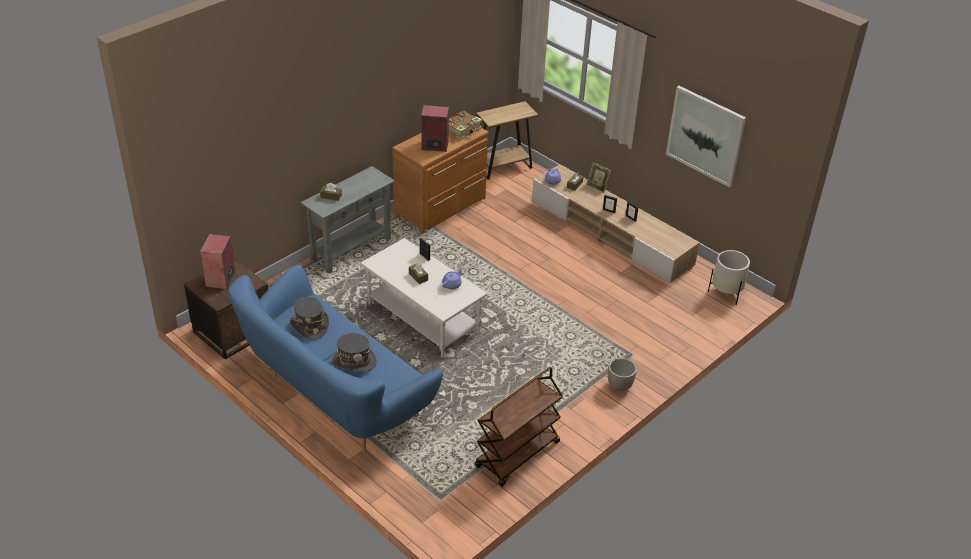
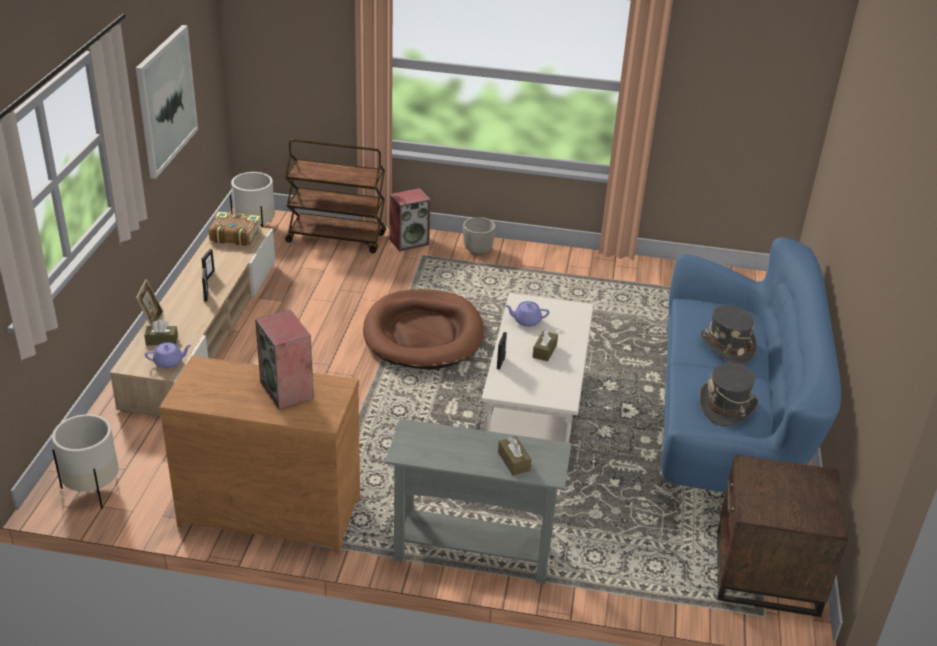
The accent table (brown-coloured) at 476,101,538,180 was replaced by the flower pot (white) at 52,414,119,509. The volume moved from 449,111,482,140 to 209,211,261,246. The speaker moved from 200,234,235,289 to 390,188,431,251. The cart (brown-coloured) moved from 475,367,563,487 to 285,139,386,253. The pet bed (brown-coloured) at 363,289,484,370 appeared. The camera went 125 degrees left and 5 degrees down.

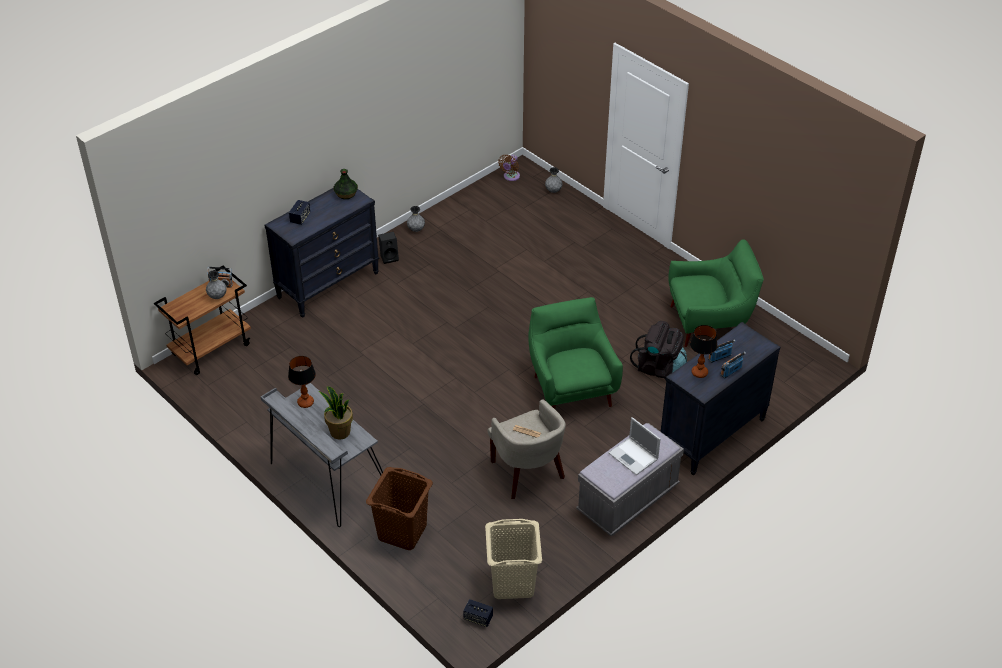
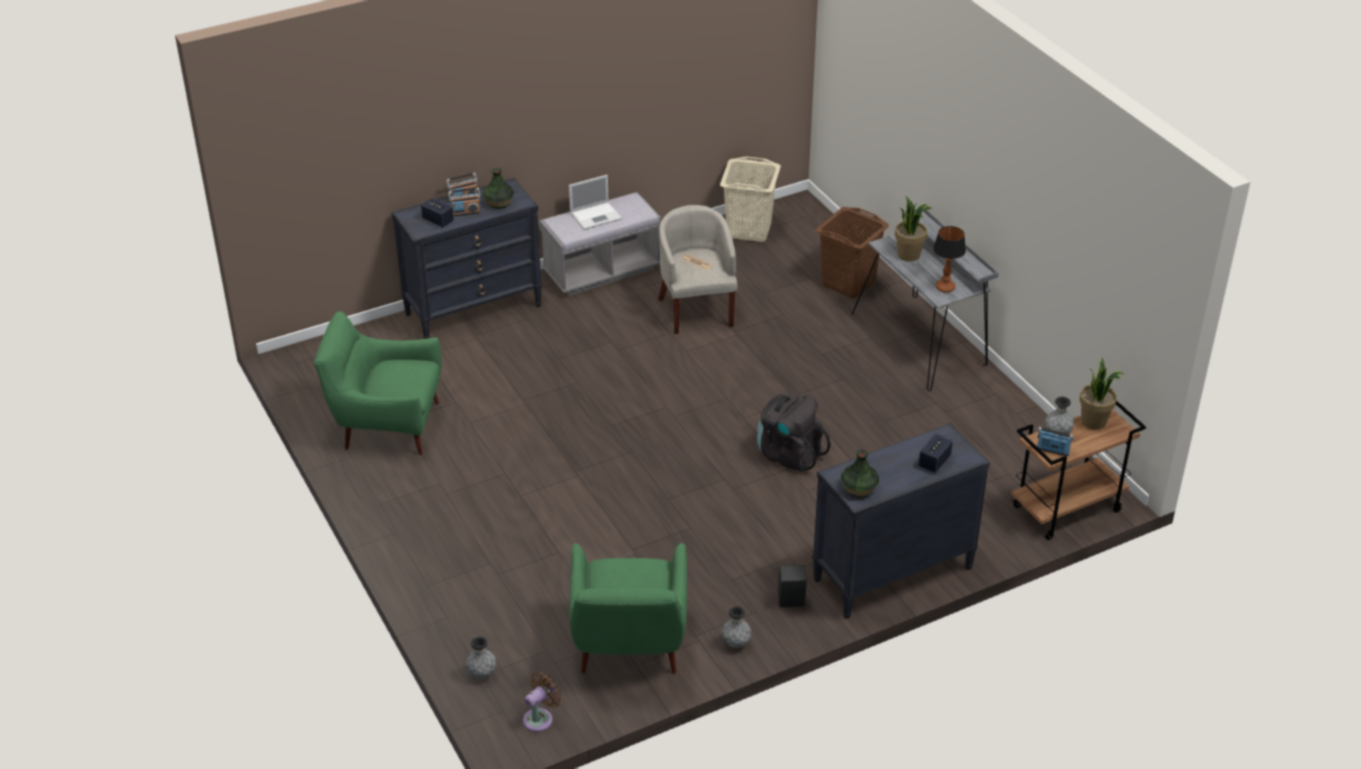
The easy chair (green) moved from 528,297,623,409 to 569,543,687,674. The rucksack (black) moved from 630,321,687,379 to 757,393,830,472. The table lamp at 690,325,718,378 was replaced by the flower vase at 482,168,514,209. The notebook computer at 608,417,661,475 turned 90 degrees clockwise. The speaker moved from 463,599,493,627 to 421,198,454,228. The potted plant at 1080,357,1123,430 appeared. The camera went 165 degrees left and 5 degrees down.

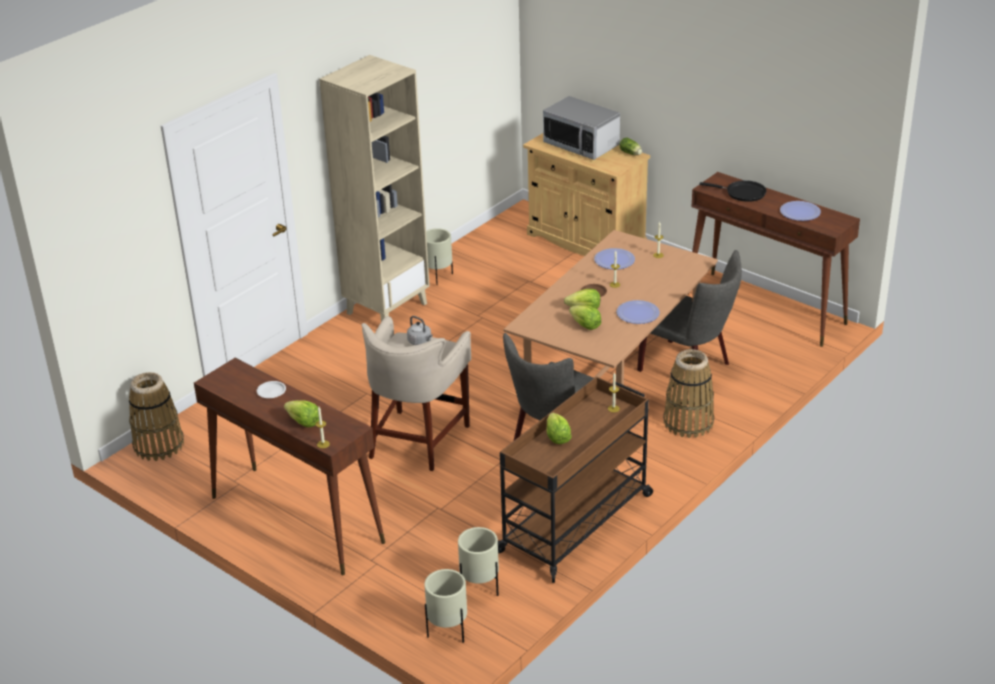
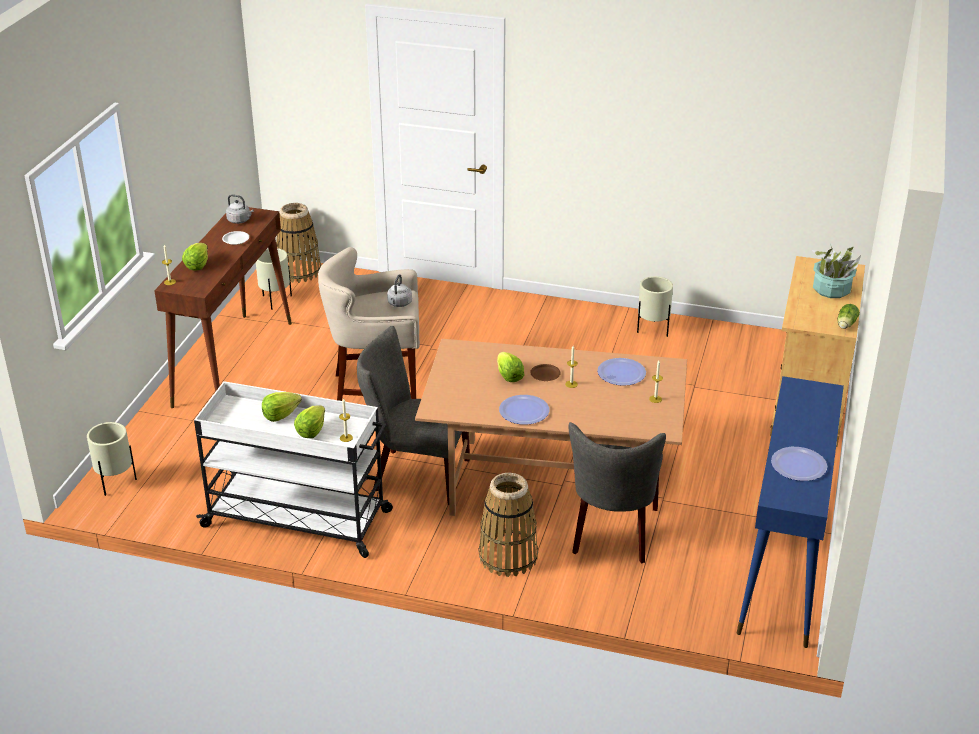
The bookshelf (sand-coloured) at 319,55,430,322 disappeared. The microwave oven at 543,96,620,160 was replaced by the potted plant at 812,244,861,298. The hall table (brown-coloured) at 688,172,860,347 became the hall table (blue-coloured) at 737,376,844,648. The pan (black) at 699,180,766,202 disappeared. The lettuce head moved from 569,305,601,330 to 294,405,325,438. The cart (brown-coloured) at 498,377,653,583 became the cart (white) at 194,381,393,558. The flower pot (sand-coloured) moved from 458,527,499,596 to 256,248,292,310. The tea kettle (gray) at 226,194,254,224 appeared. The camera went 65 degrees right and 0 degrees up.

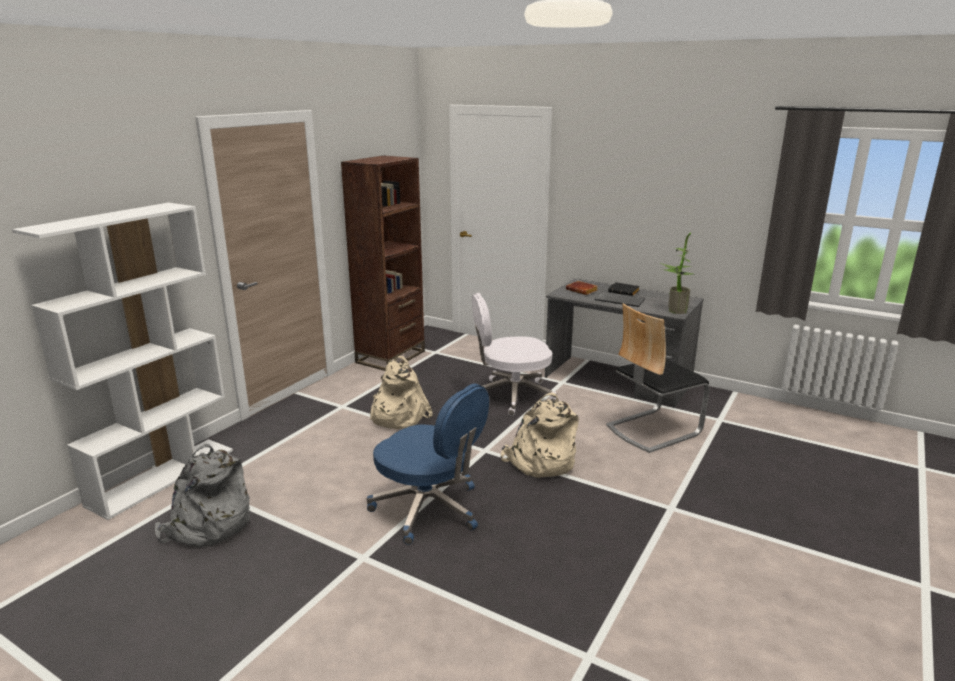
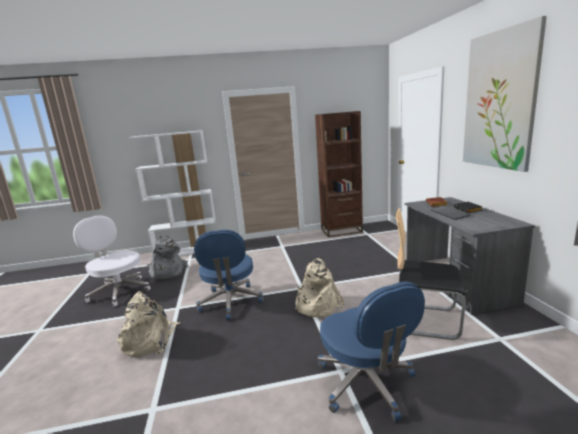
The potted plant at 661,232,694,314 disappeared. The office chair (white) moved from 472,293,557,416 to 73,216,150,306. The rucksack (sand-coloured) moved from 370,356,433,429 to 117,291,181,358. The picture at 463,16,547,172 appeared. The office chair (blue-coloured) at 317,281,425,422 appeared. The camera went 50 degrees right and 5 degrees down.

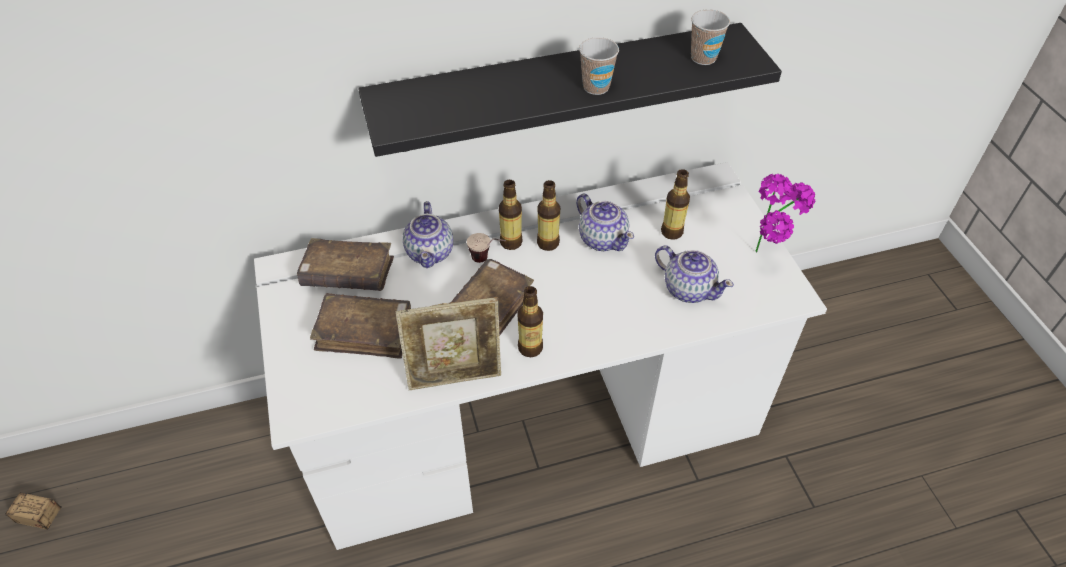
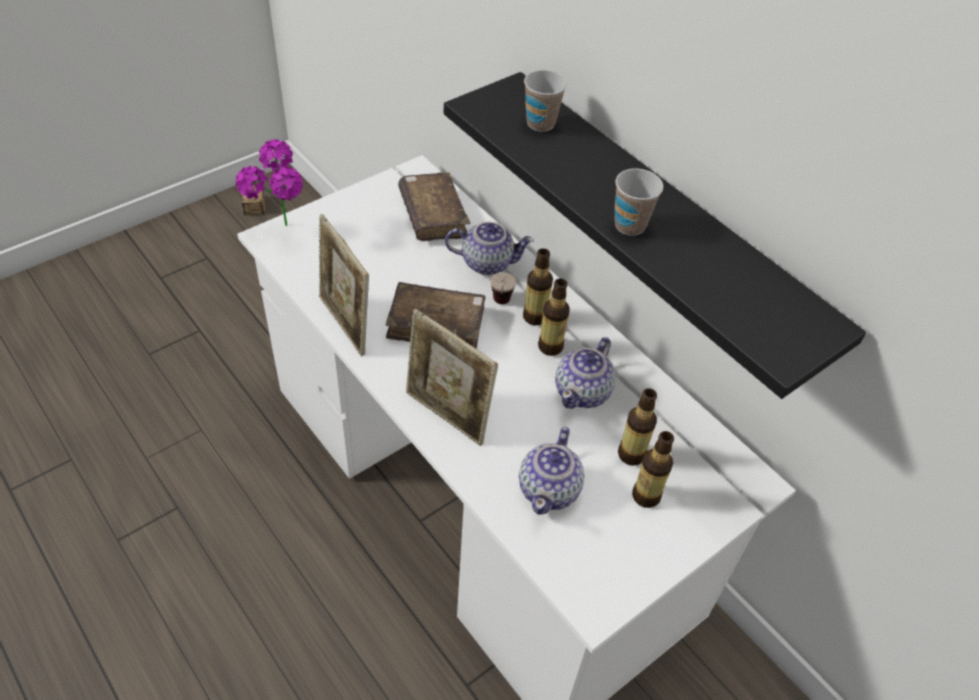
The small cup moved from 691,9,730,65 to 524,70,567,132. The potted plant moved from 756,174,815,252 to 235,139,303,226. The tea pot at 403,201,453,268 turned 150 degrees counterclockwise. The bottle moved from 517,286,543,357 to 632,431,674,508. The volume (brown-coloured) at 310,293,411,359 disappeared. The photo frame at 406,309,498,446 appeared. The camera went 65 degrees right and 0 degrees up.

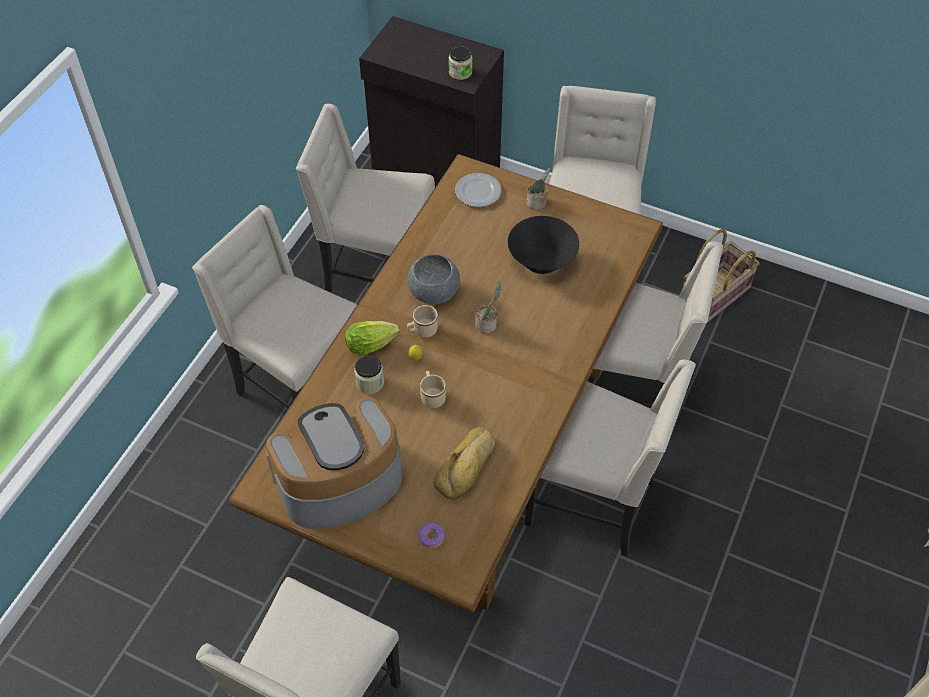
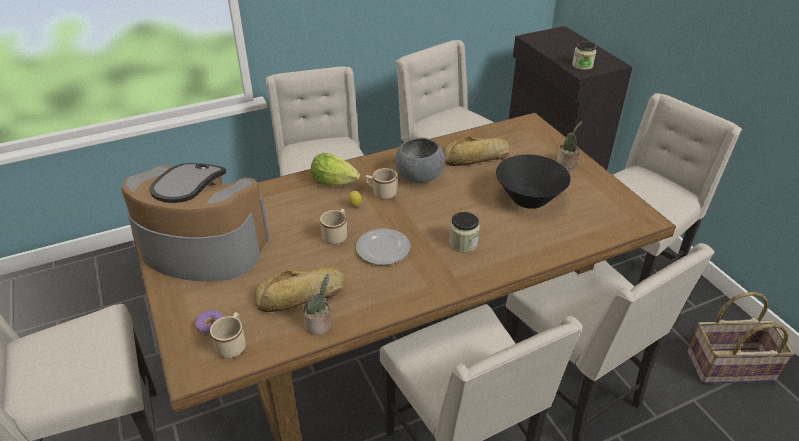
The plate moved from 455,173,501,207 to 356,228,410,265. The potted plant moved from 475,282,501,334 to 303,274,331,335. The storage jar moved from 354,356,384,394 to 449,212,480,253. The bread at 443,136,510,166 appeared. The mug (sand-coloured) at 210,312,246,358 appeared. The camera went 40 degrees right and 15 degrees down.

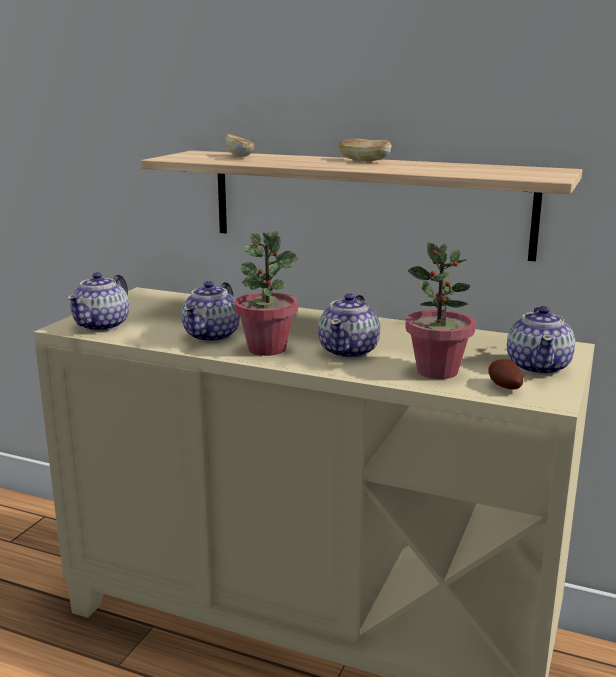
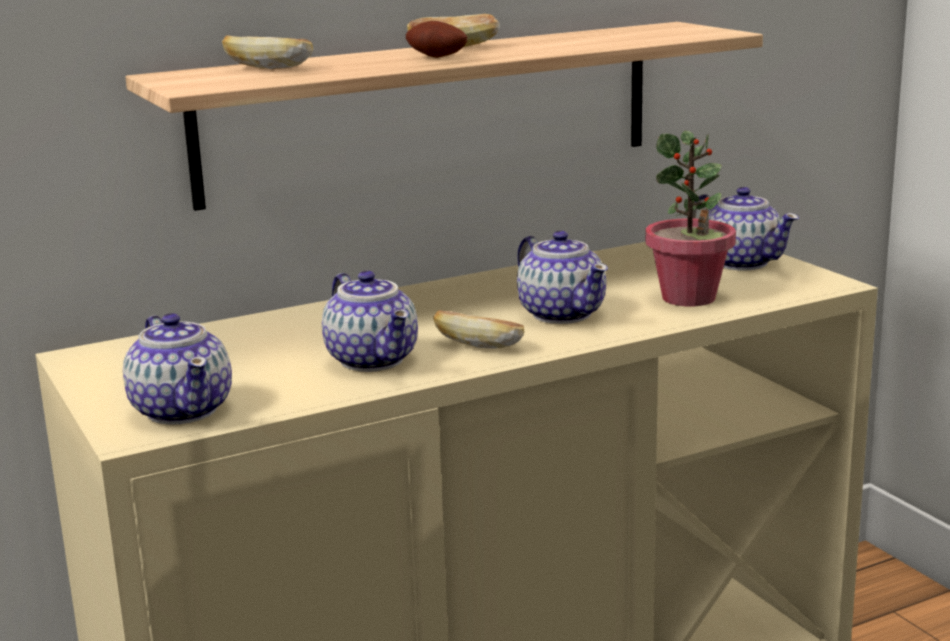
The potted plant at 234,231,298,356 was replaced by the bread at 433,310,525,349. The spud moved from 488,359,523,390 to 406,21,467,58. The camera went 50 degrees left and 0 degrees up.

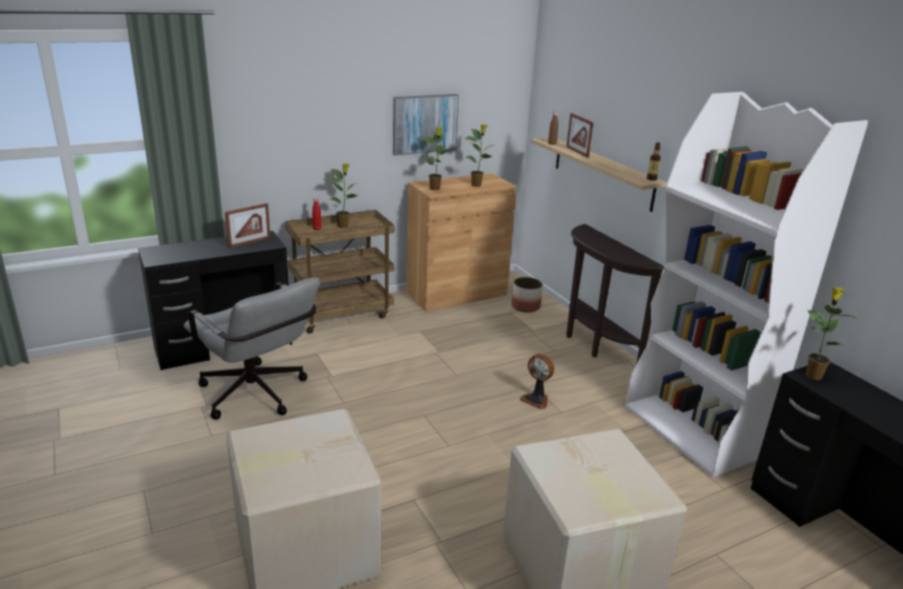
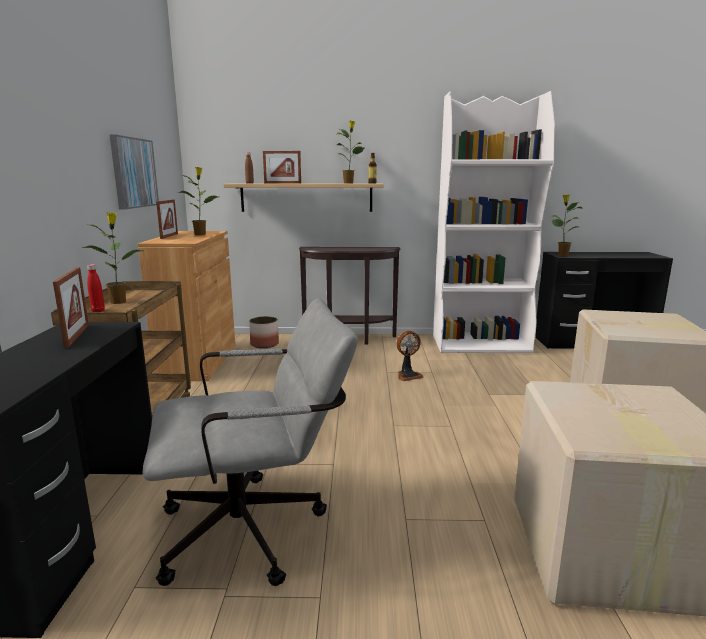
The potted plant moved from 421,127,449,190 to 337,121,365,184. The photo frame at 156,200,178,239 appeared. The camera went 60 degrees left and 10 degrees down.

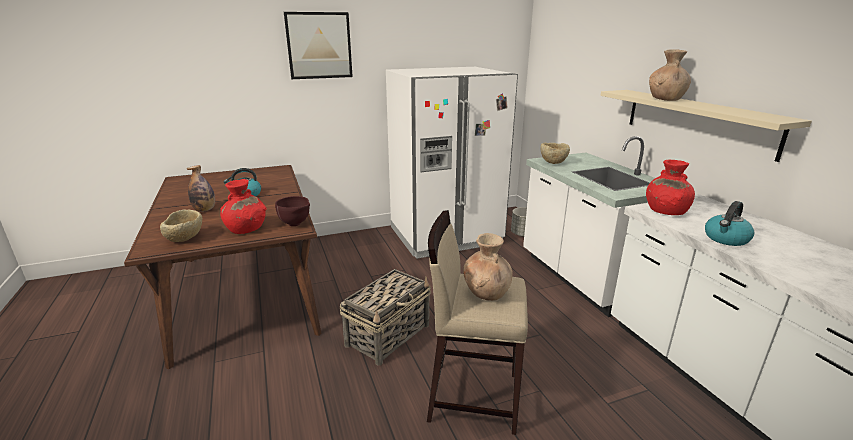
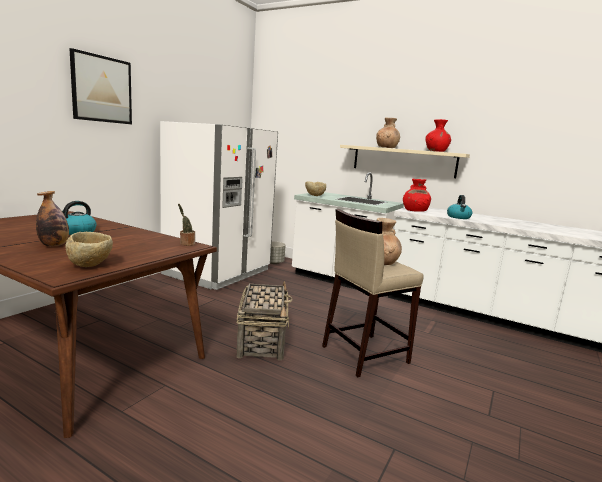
The flower vase (red) moved from 220,179,267,234 to 425,119,451,152. The bowl (brown-coloured) at 275,196,310,226 was replaced by the potted plant at 178,203,195,246. The camera went 40 degrees left and 10 degrees down.

